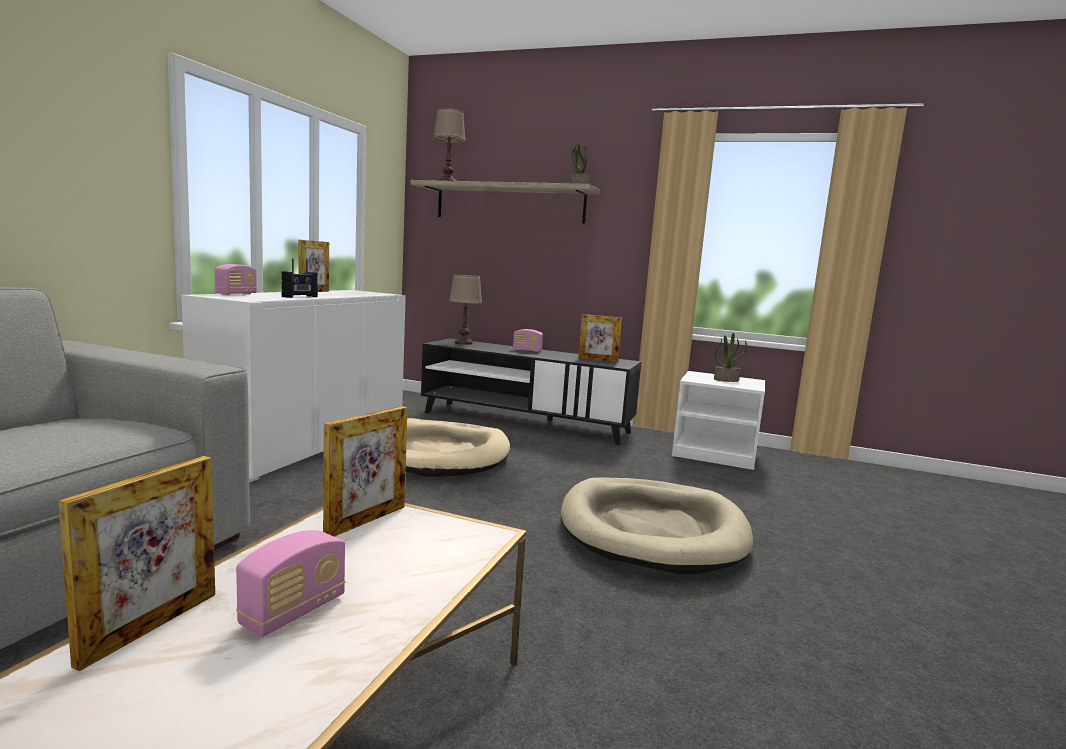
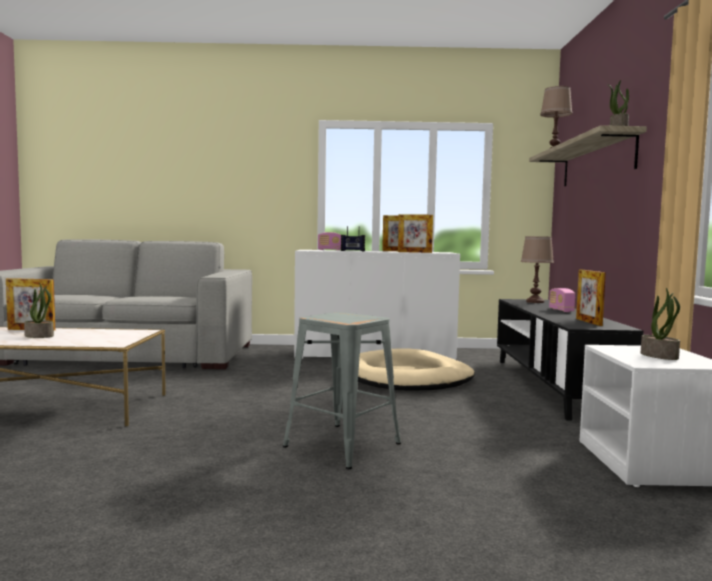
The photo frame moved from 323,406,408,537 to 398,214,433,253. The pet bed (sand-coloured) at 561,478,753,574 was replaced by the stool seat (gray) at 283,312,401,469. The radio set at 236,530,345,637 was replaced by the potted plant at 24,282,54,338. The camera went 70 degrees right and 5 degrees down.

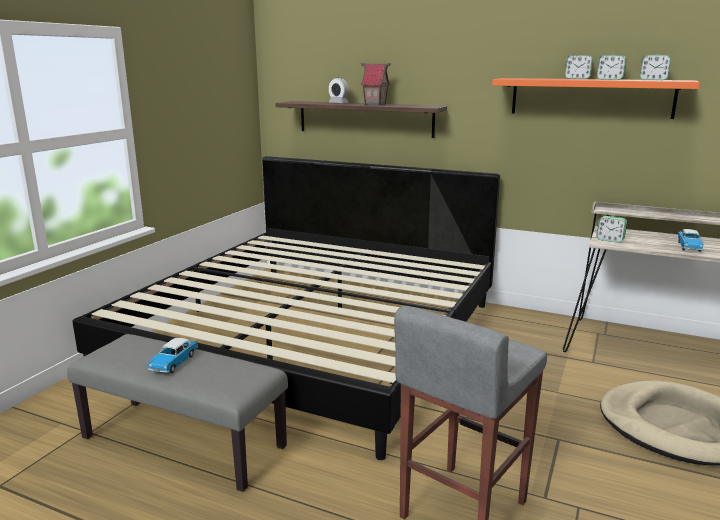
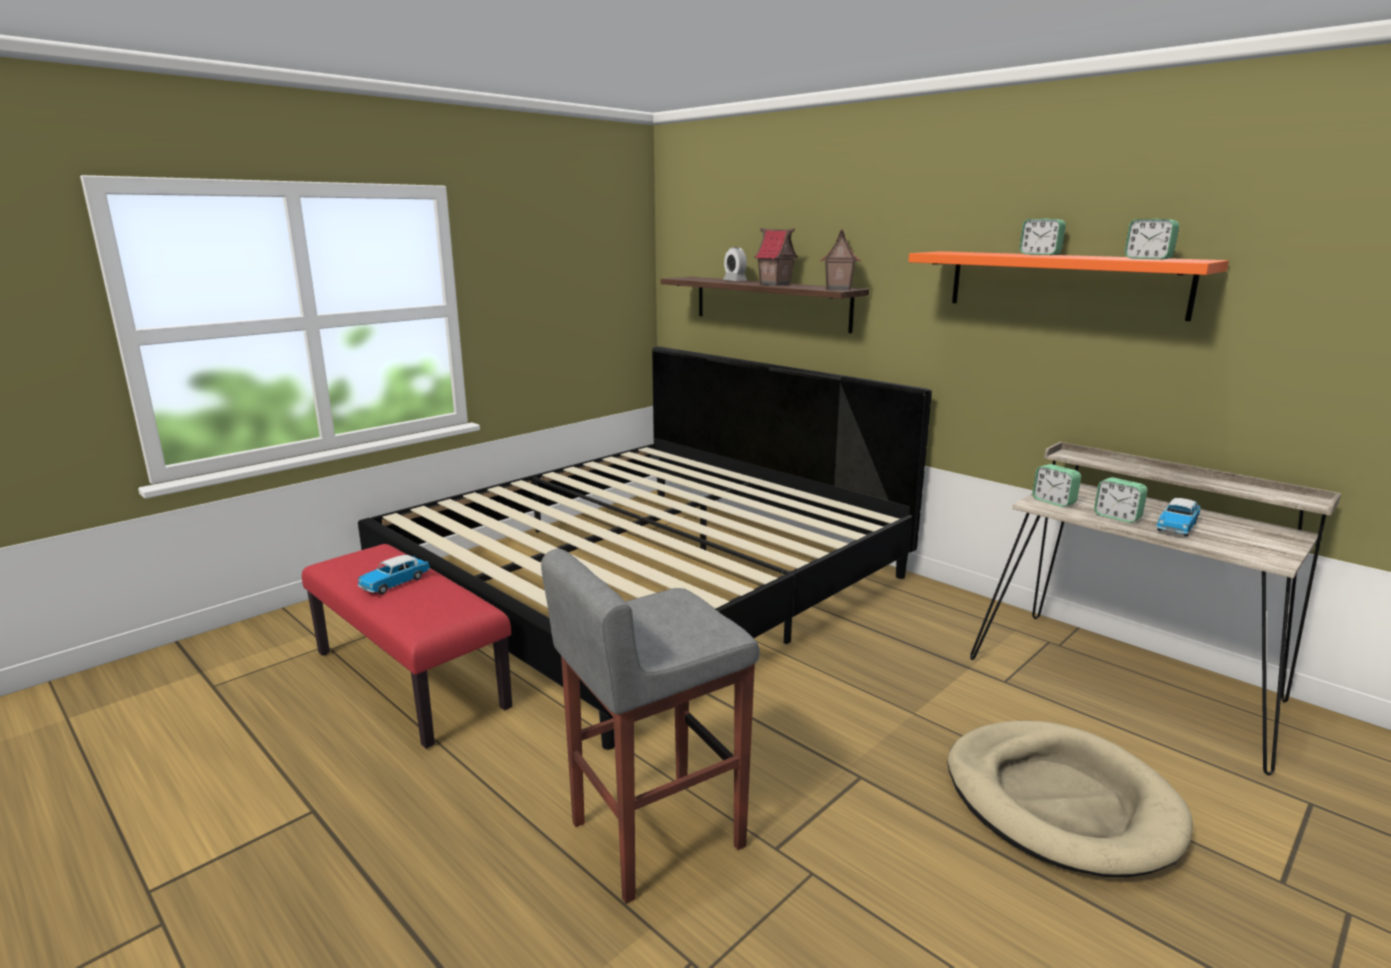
The alarm clock moved from 597,55,627,80 to 1094,477,1148,523. The indoor bench (gray) at 67,334,288,492 became the indoor bench (red) at 302,544,512,749. The model house at 820,229,861,290 appeared. The camera went 20 degrees right and 0 degrees up.

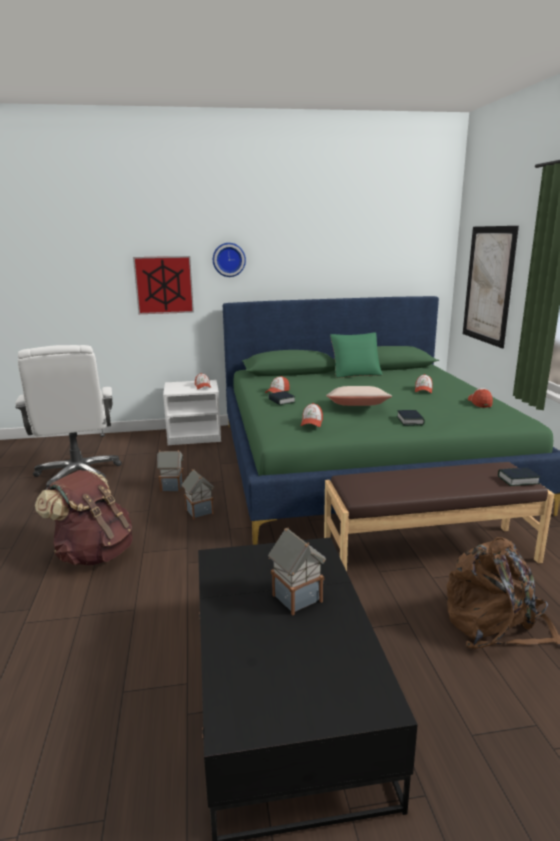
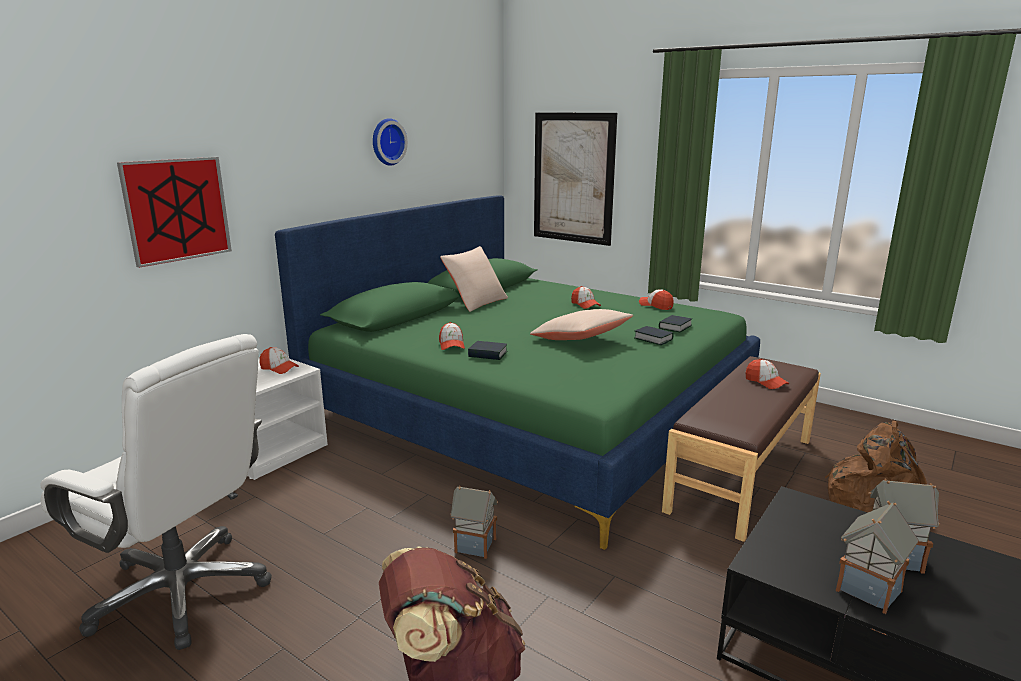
The clock on the wall moved from 213,243,246,277 to 373,118,408,166. The cushion (green) at 330,332,383,378 became the cushion (sand-coloured) at 440,246,508,312. The peaked cap moved from 301,403,323,427 to 746,359,789,389. The model house moved from 157,450,184,492 to 836,501,919,614. The volume moved from 498,468,540,486 to 659,315,692,332. The camera went 45 degrees left and 0 degrees up.

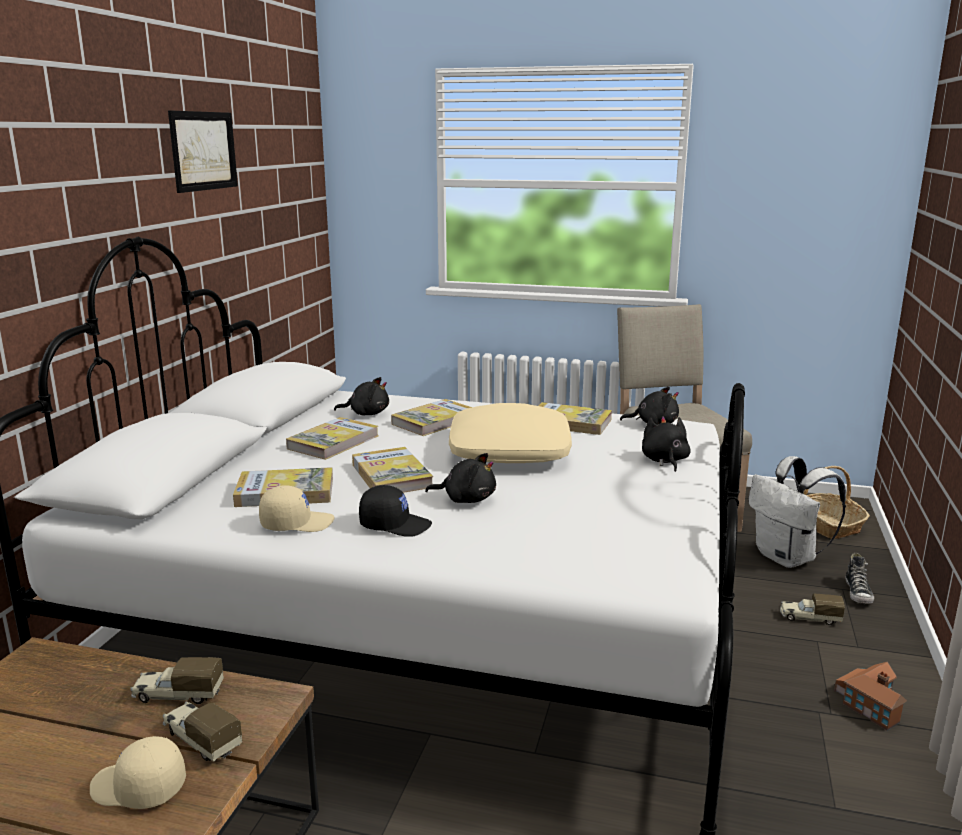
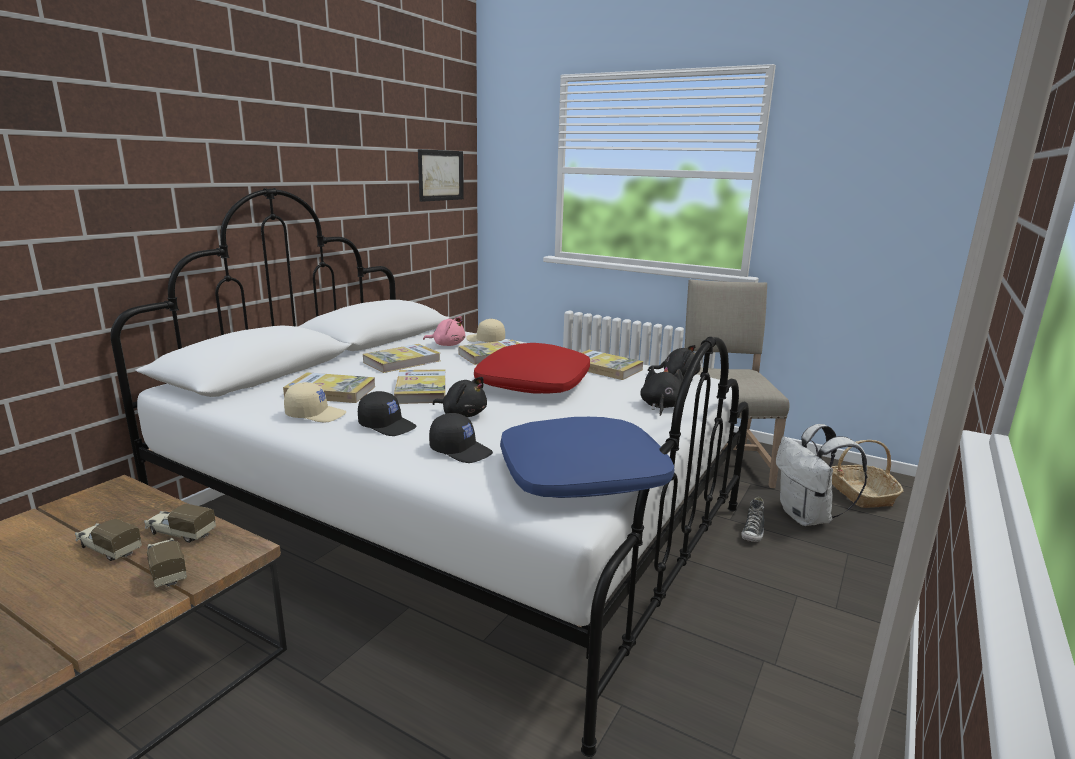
The picture moved from 168,110,238,193 to 418,149,464,202. The plush toy (black) at 334,377,389,416 became the plush toy (pinkish) at 423,316,465,346. The cushion (sand-coloured) at 449,403,572,463 became the cushion (red) at 474,343,590,394. The item of footwear moved from 845,553,874,604 to 741,497,764,542. The toy lorry moved from 780,593,845,625 to 75,519,142,561. The model house at 834,661,907,730 disappeared. The peaked cap (sand-coloured) moved from 90,736,186,809 to 466,319,505,342. The peaked cap (black) at 429,413,493,463 appeared. The cushion (blue-coloured) at 500,417,675,498 appeared. The camera went 15 degrees right and 0 degrees up.

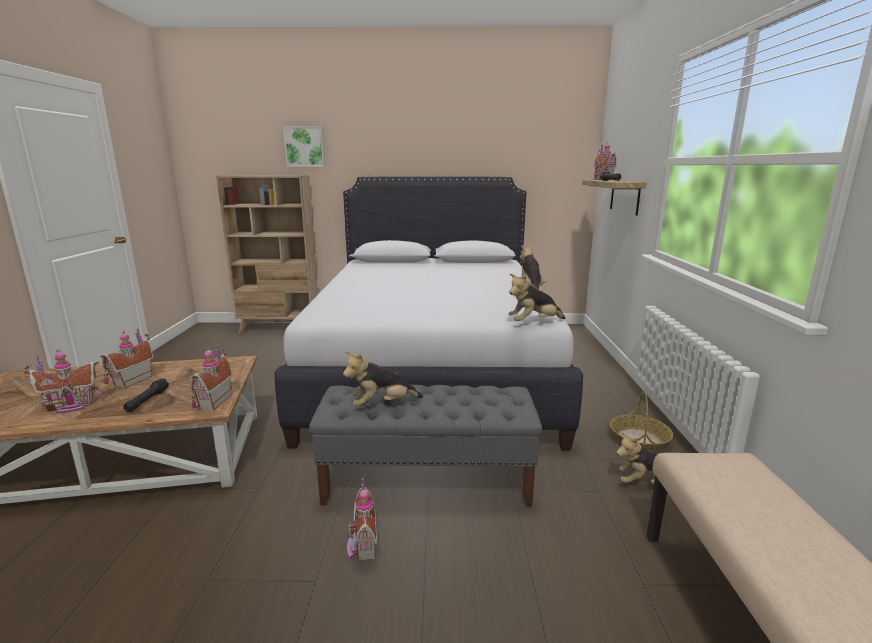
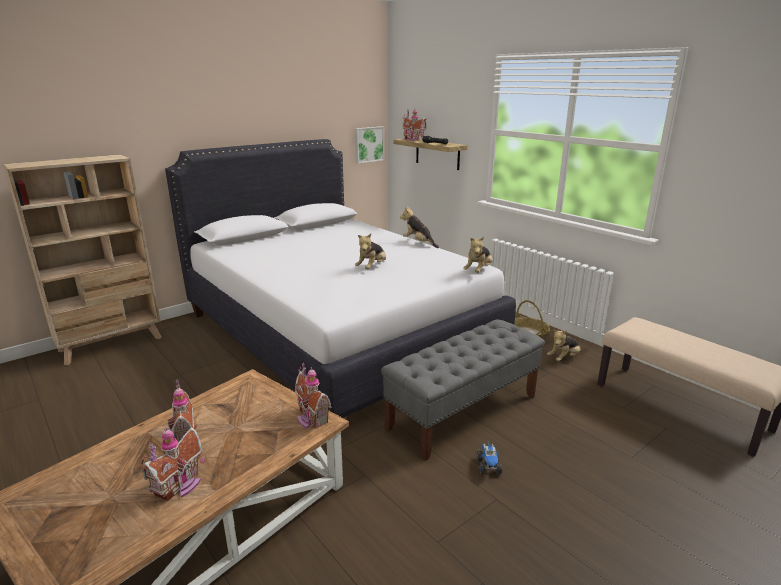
The picture moved from 283,126,325,167 to 355,126,384,163. The plush toy moved from 343,351,423,406 to 355,234,386,269. The torch (black) at 123,379,169,412 disappeared. The model house at 347,477,377,561 was replaced by the toy lorry at 477,441,502,475. The camera went 40 degrees left and 5 degrees up.

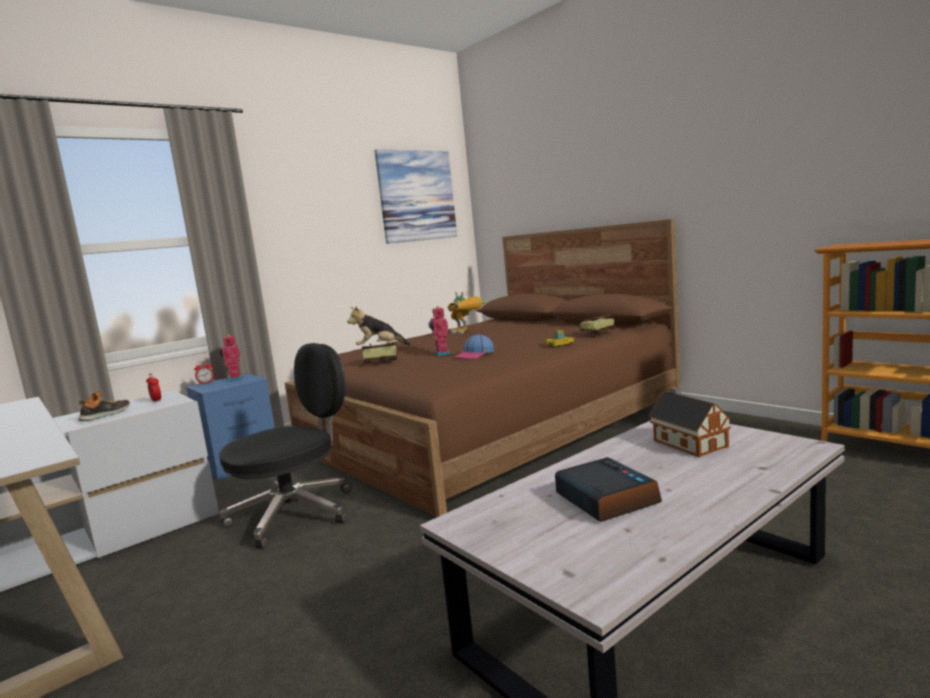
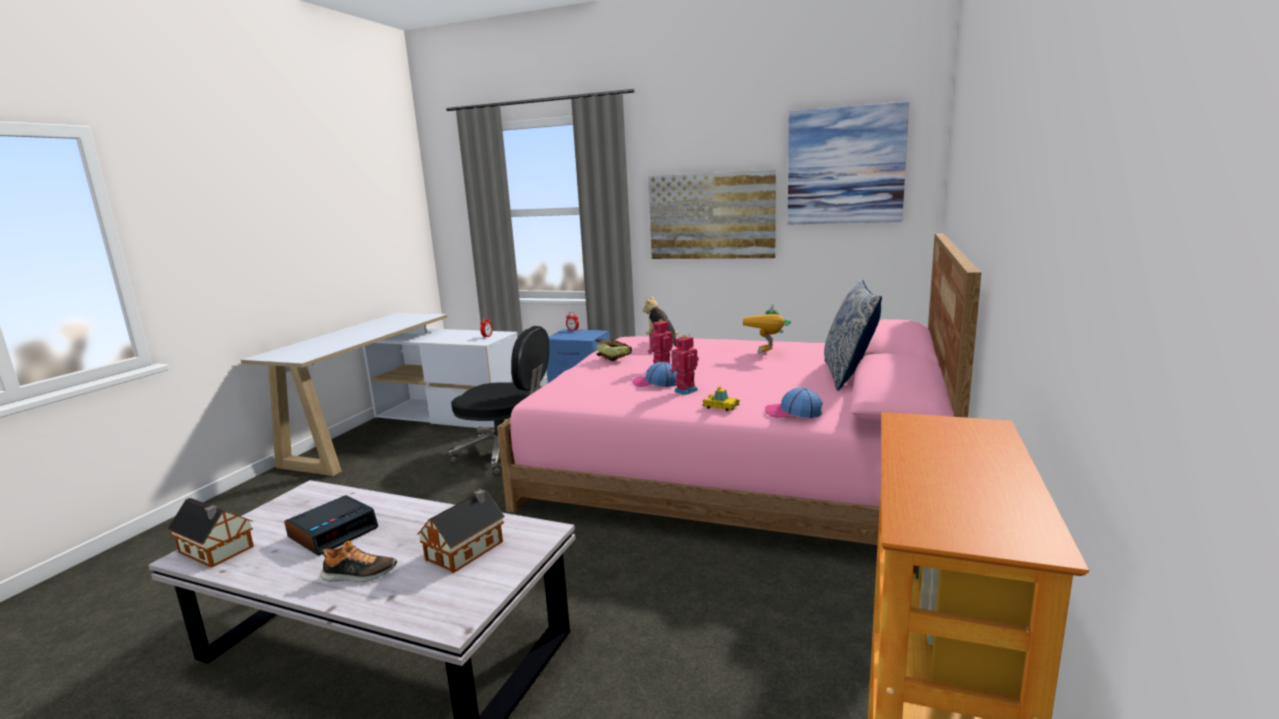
The bedroom bed (brown-coloured) at 285,219,681,518 became the bedroom bed (pinkish) at 497,233,981,545. The volume at 579,312,615,339 was replaced by the peaked cap at 765,387,823,418. The model robot moved from 220,334,243,382 to 670,334,699,395. The item of footwear moved from 78,390,130,421 to 320,541,397,582. The picture at 648,170,776,259 appeared. The cushion at 824,280,882,391 appeared. The model house at 167,498,254,568 appeared. The camera went 60 degrees right and 5 degrees up.

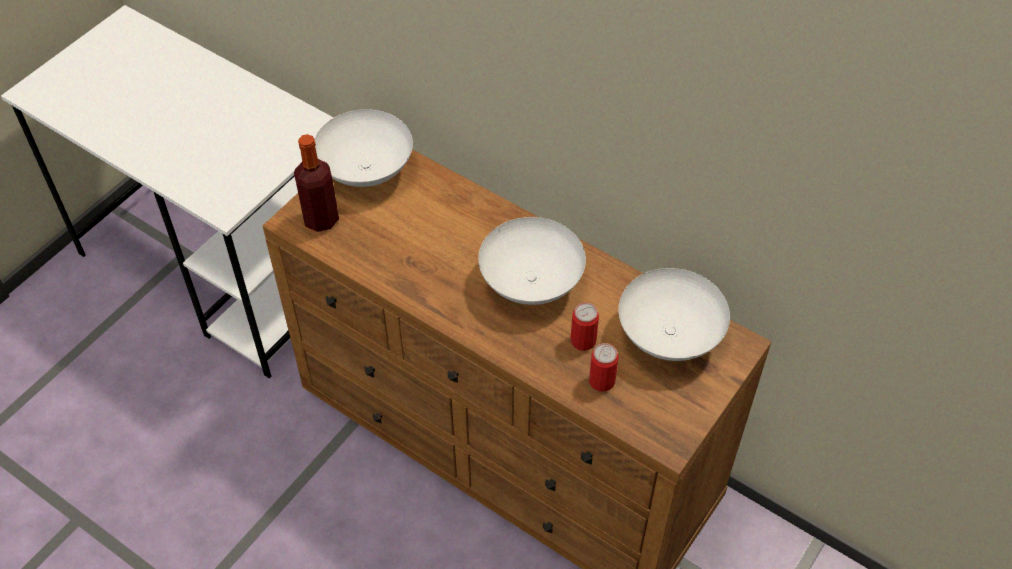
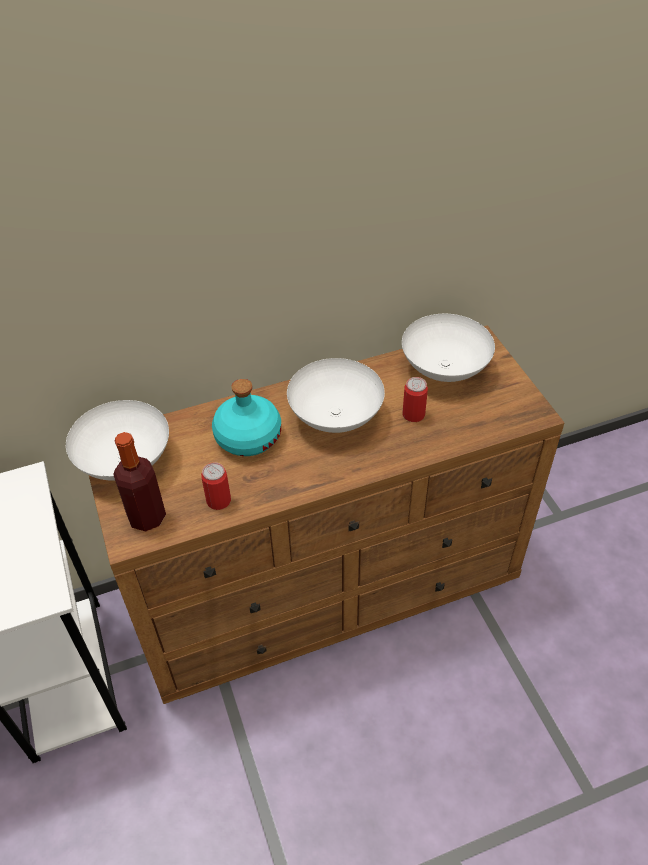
The sealed can moved from 589,343,618,392 to 201,462,231,510. The bottle (blue-green) at 212,379,281,456 appeared. The camera went 55 degrees left and 5 degrees down.

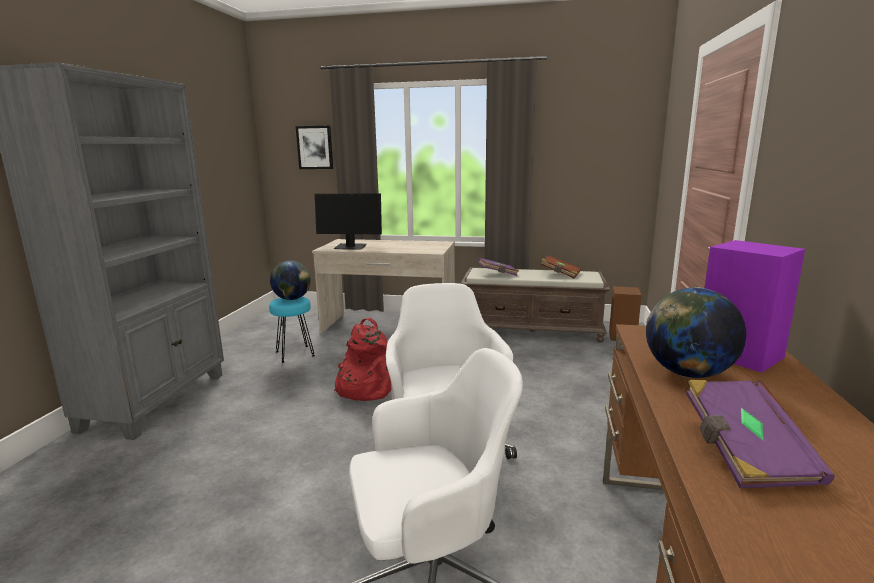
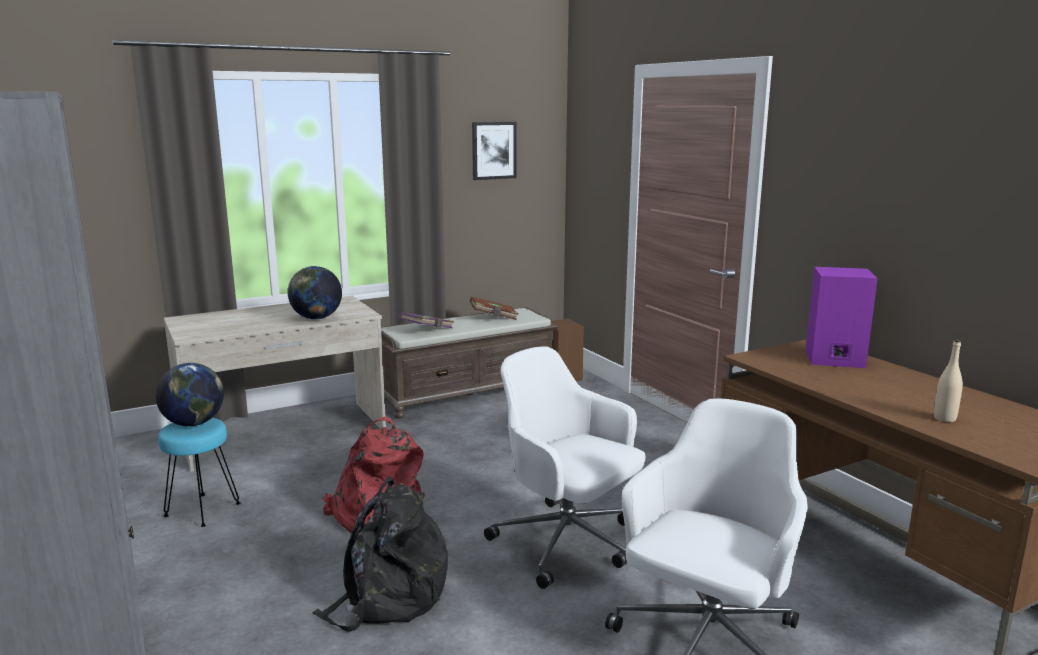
The picture moved from 296,126,333,169 to 472,122,517,180. The computer screen at 315,194,382,250 disappeared. The desk globe moved from 646,287,746,378 to 287,266,342,320. The volume (purple) at 686,380,835,488 was replaced by the bottle (sand-coloured) at 934,340,963,422. The rucksack (black) at 312,476,448,632 appeared. The camera went 40 degrees left and 0 degrees up.

